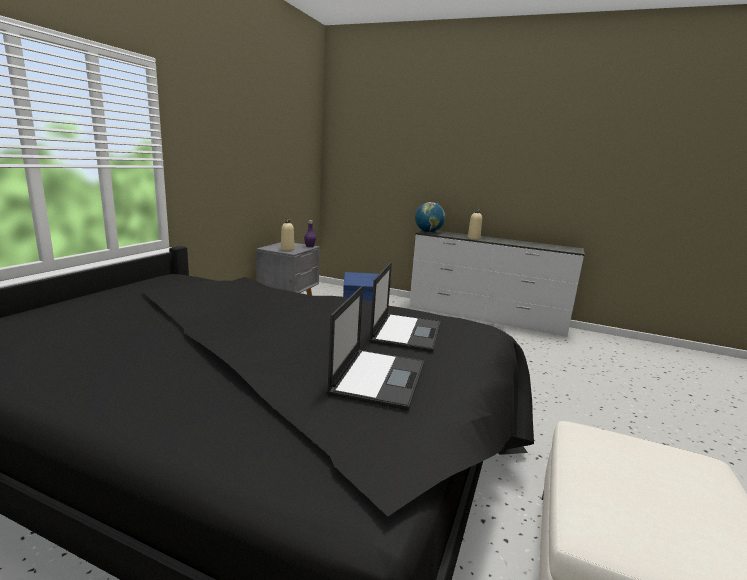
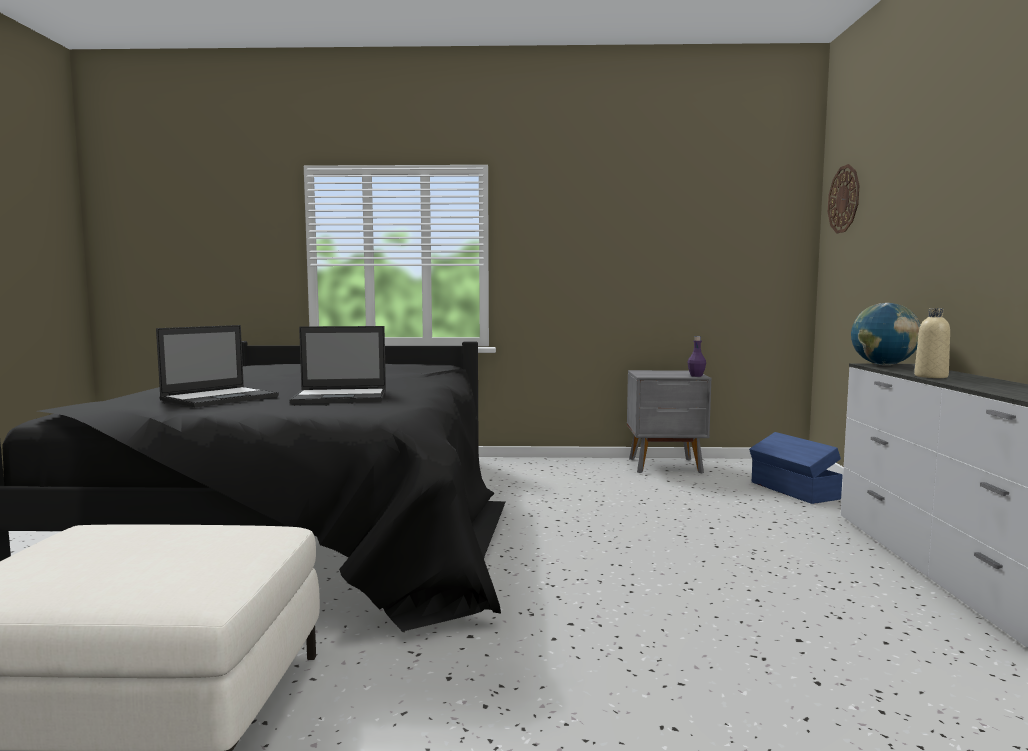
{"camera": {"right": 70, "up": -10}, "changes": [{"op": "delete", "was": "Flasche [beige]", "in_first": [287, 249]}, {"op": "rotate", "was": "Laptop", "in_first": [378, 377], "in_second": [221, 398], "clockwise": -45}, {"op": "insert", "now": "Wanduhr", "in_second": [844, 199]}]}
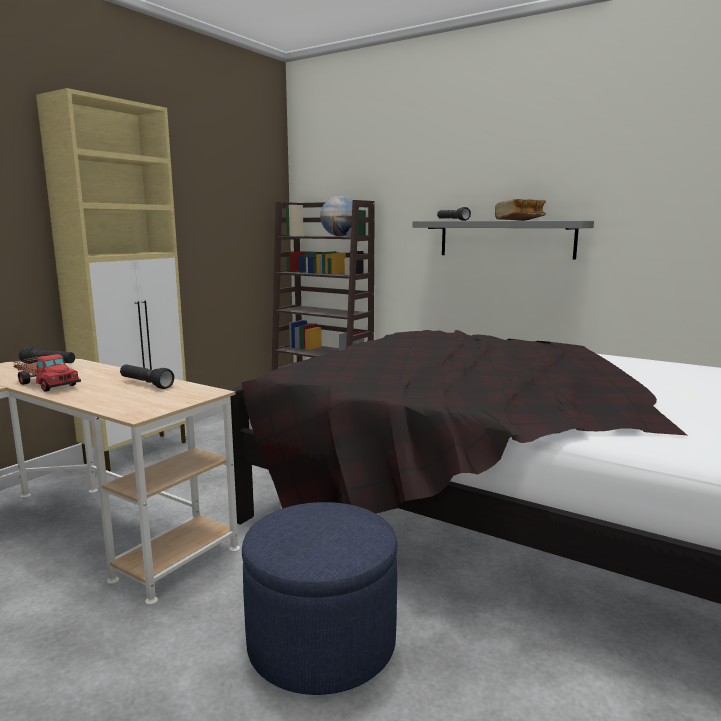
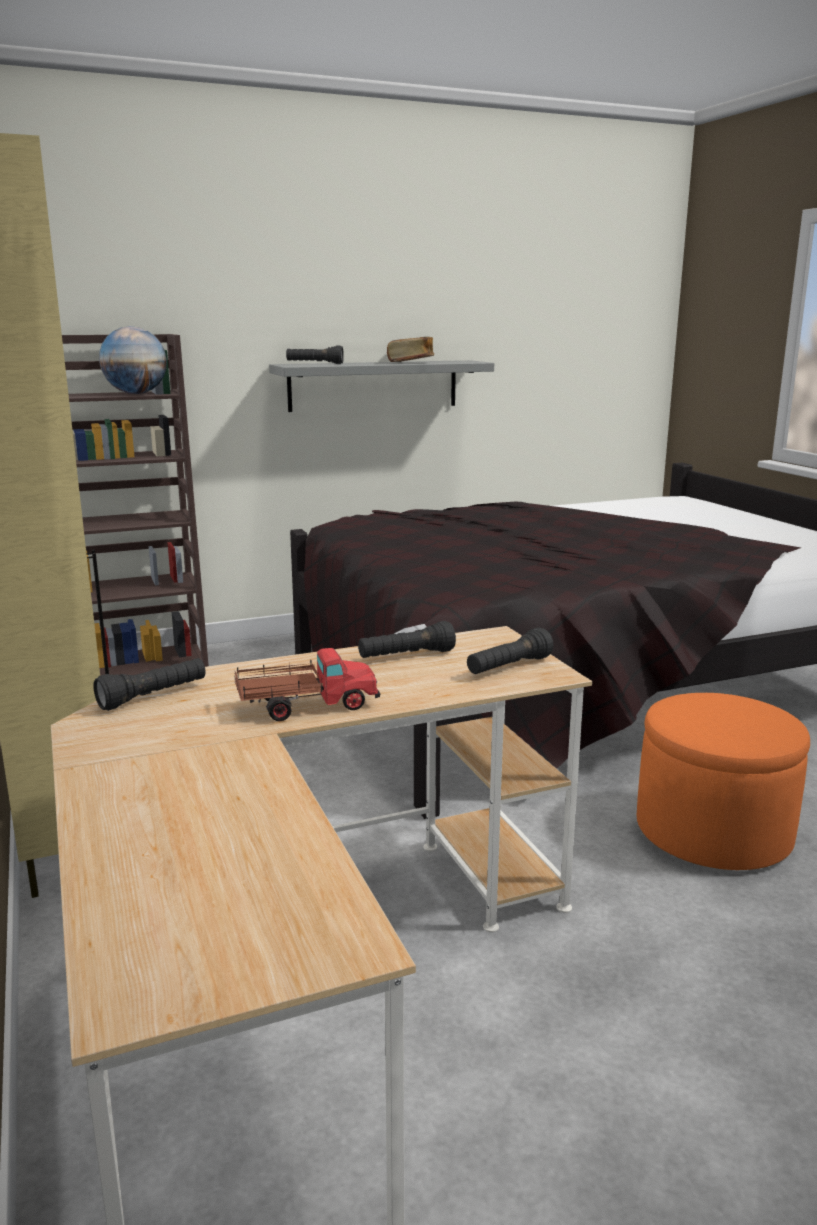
{"camera": {"right": -55, "up": 5}, "changes": [{"op": "recolor", "was": "Polsterhocker [blau]", "now": "Polsterhocker [orange]", "in_first": [321, 643], "in_second": [713, 832]}, {"op": "insert", "now": "Taschenlampe [schwarz]", "in_second": [508, 667]}]}
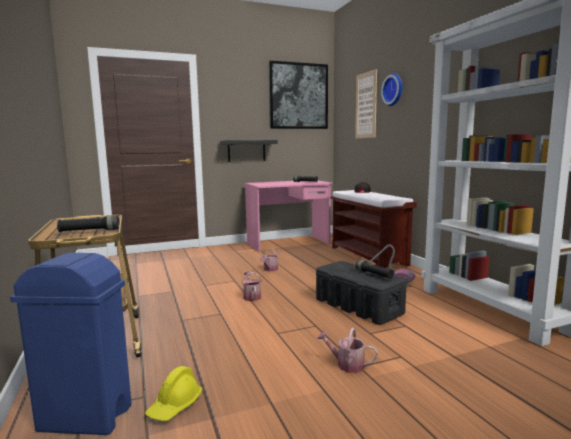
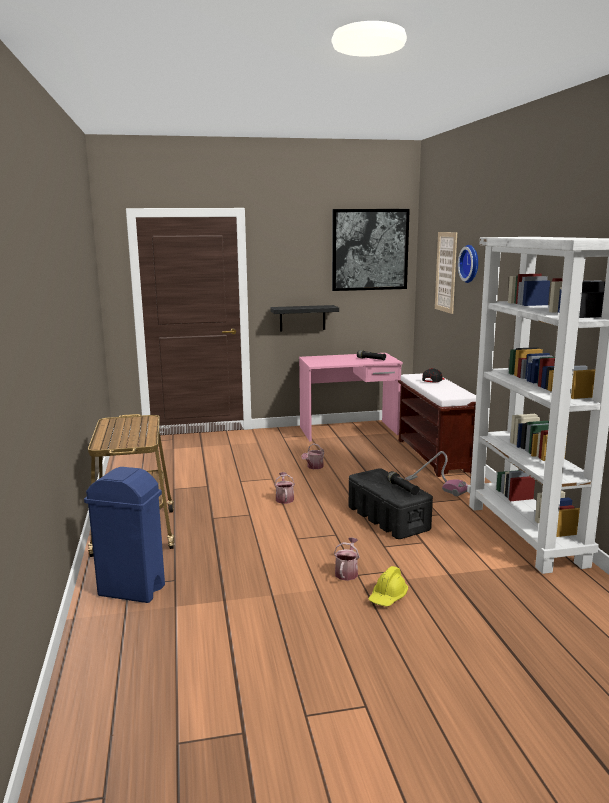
{"camera": {"right": 10, "up": 5}, "changes": [{"op": "delete", "was": "Taschenlampe [schwarz]", "in_first": [90, 231]}, {"op": "move", "was": "Schutzhelm [gelb]", "in_first": [175, 406], "in_second": [388, 597]}, {"op": "rotate", "was": "Gießkanne", "in_first": [346, 364], "in_second": [347, 572], "clockwise": 75}]}
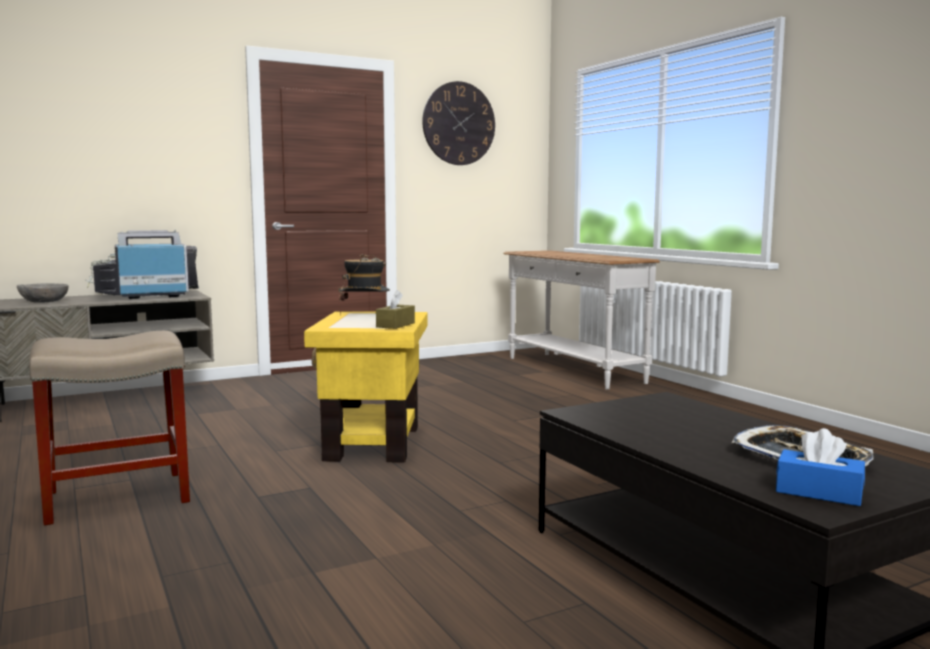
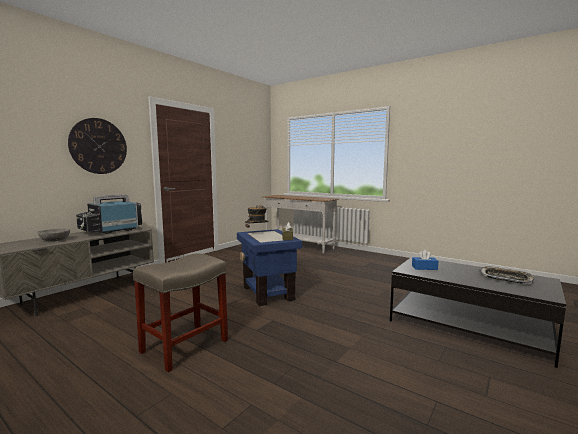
{"camera": {"right": -25, "up": 0}, "changes": [{"op": "recolor", "was": "Beistelltisch [gelb]", "now": "Beistelltisch [blau]", "in_first": [371, 443], "in_second": [267, 293]}, {"op": "move", "was": "Wanduhr", "in_first": [459, 123], "in_second": [98, 146]}, {"op": "move", "was": "Taschentuchbox [blau]", "in_first": [819, 492], "in_second": [424, 268]}]}
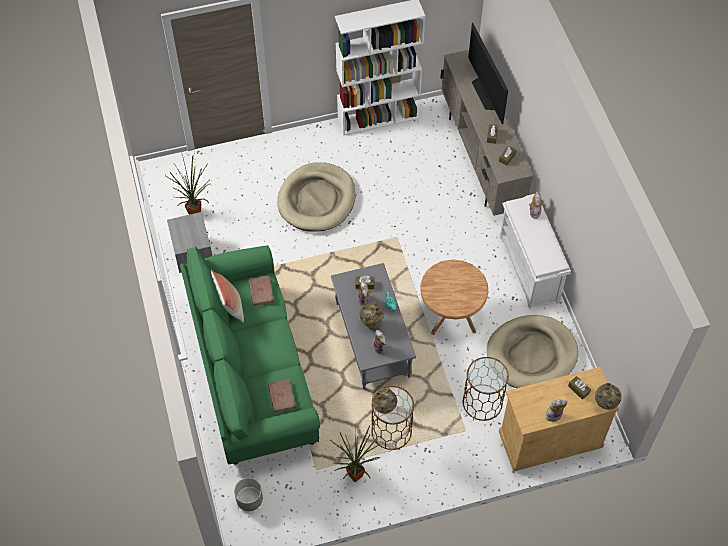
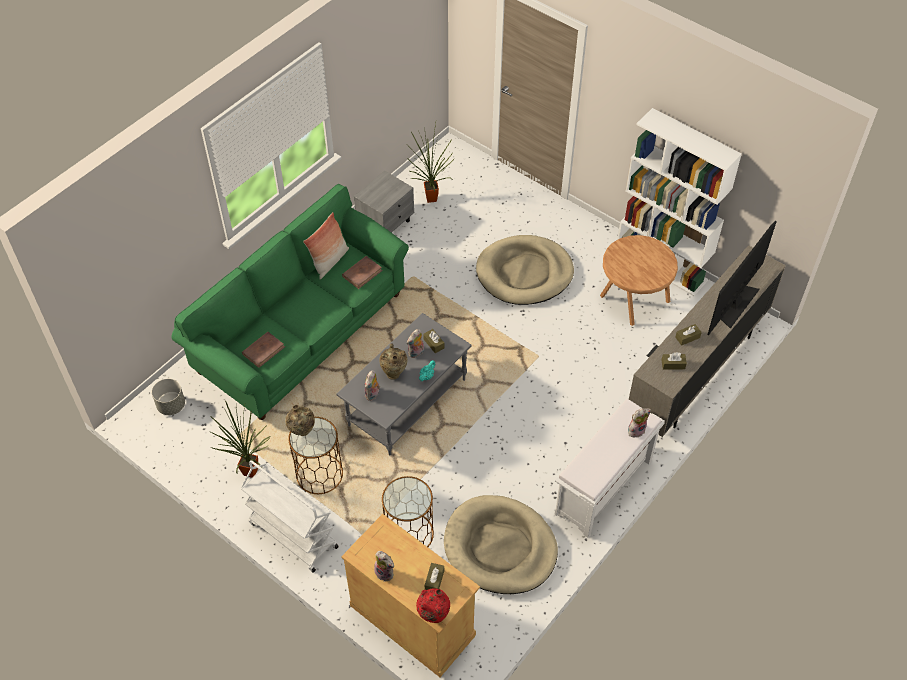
{"camera": {"right": 55, "up": -5}, "changes": [{"op": "move", "was": "Beistelltisch [braun]", "in_first": [451, 314], "in_second": [633, 299]}, {"op": "recolor", "was": "Vase [beige]", "now": "Vase [rot]", "in_first": [604, 405], "in_second": [433, 616]}, {"op": "insert", "now": "Rollwagen [weiß]", "in_second": [292, 535]}]}
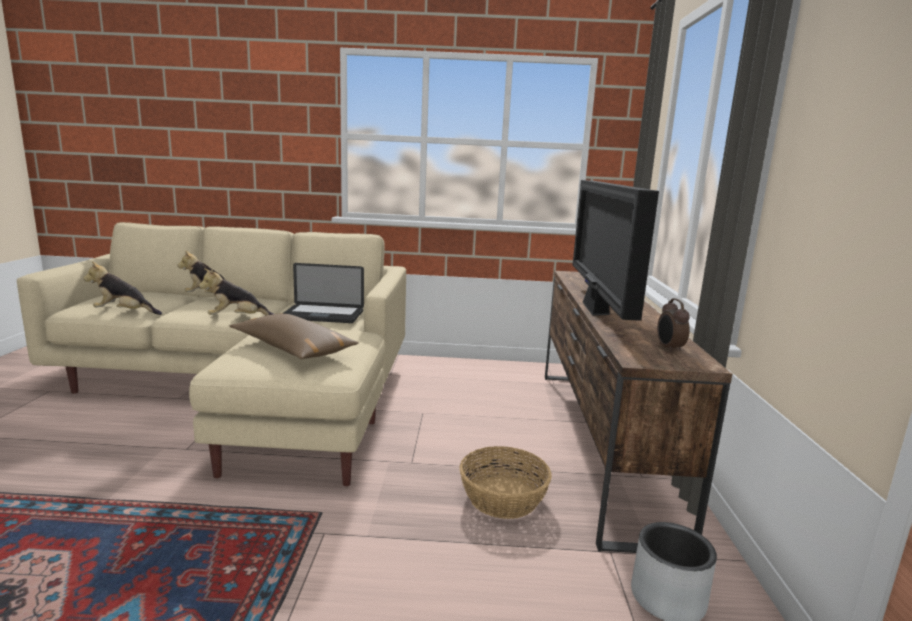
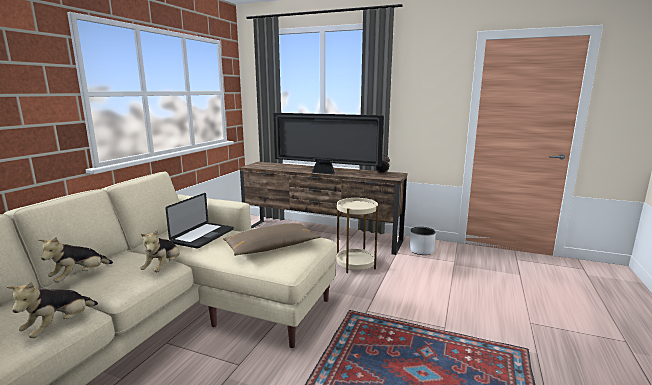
{"camera": {"right": -70, "up": 0}, "changes": [{"op": "replace", "was": "Korb", "now": "Beistelltisch [beige]", "in_first": [503, 498], "in_second": [355, 264]}]}
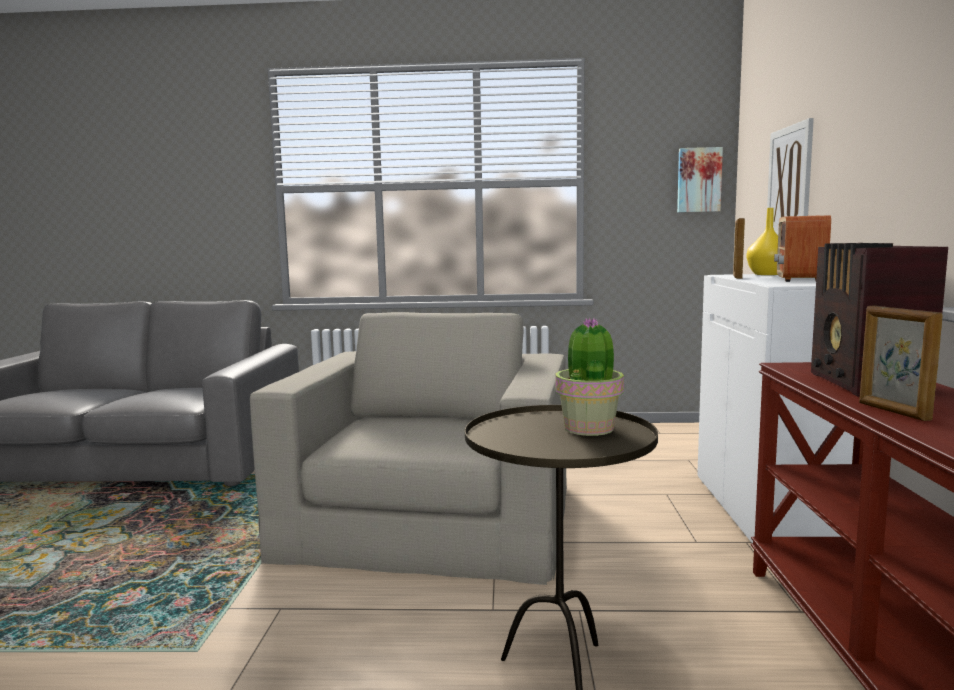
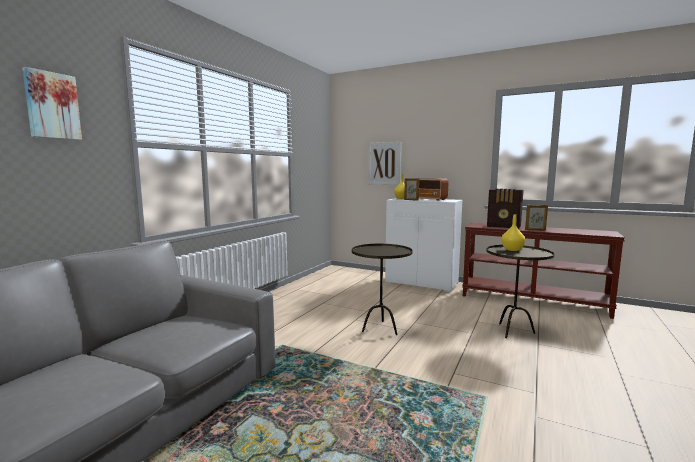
{"camera": {"right": -65, "up": 0}, "changes": [{"op": "replace", "was": "Sessel [beige]", "now": "Beistelltisch [braun]", "in_first": [431, 519], "in_second": [380, 329]}, {"op": "replace", "was": "Topfpflanze", "now": "Vase [gelb]", "in_first": [589, 428], "in_second": [512, 249]}, {"op": "move", "was": "Bild", "in_first": [698, 180], "in_second": [52, 106]}]}
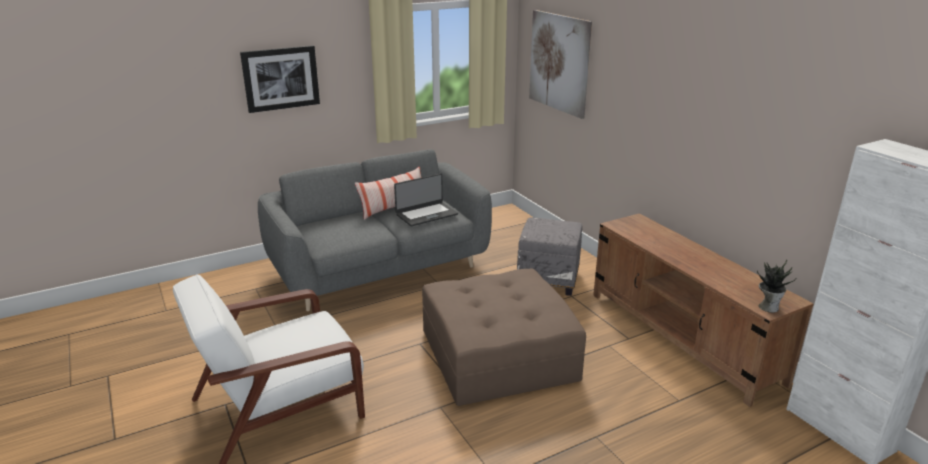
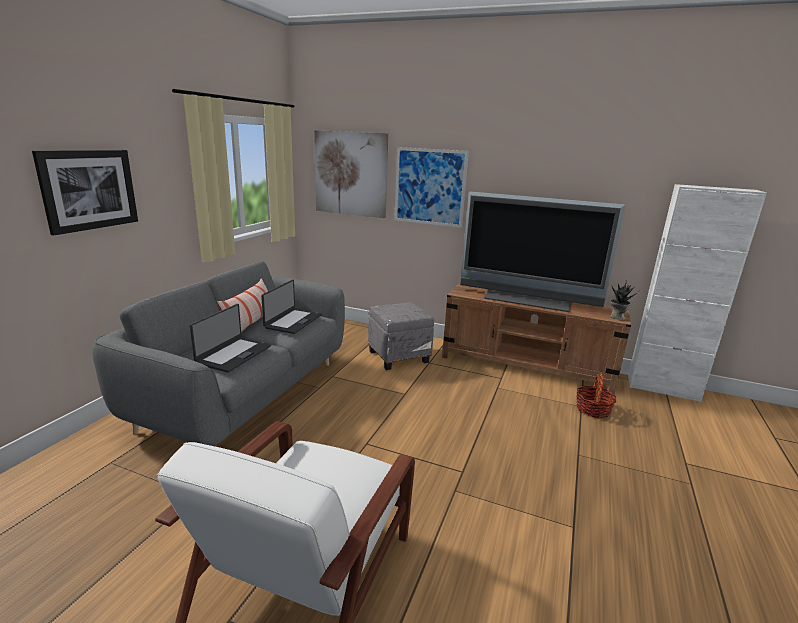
{"camera": {"right": -40, "up": -5}, "changes": [{"op": "delete", "was": "Polsterhocker [braun]", "in_first": [499, 354]}, {"op": "insert", "now": "Laptop", "in_second": [233, 354]}, {"op": "insert", "now": "Bild", "in_second": [429, 187]}, {"op": "insert", "now": "Fernseher", "in_second": [527, 300]}, {"op": "insert", "now": "Korb", "in_second": [593, 409]}]}
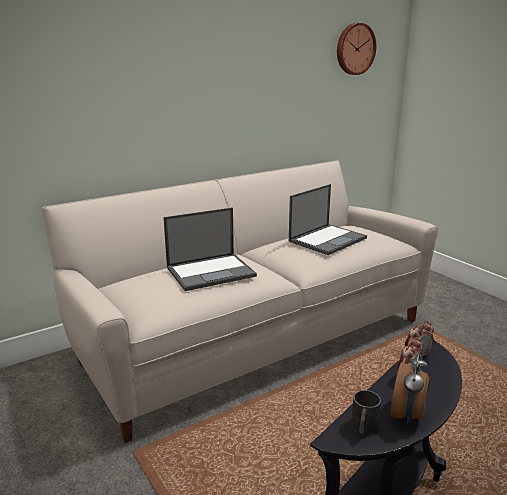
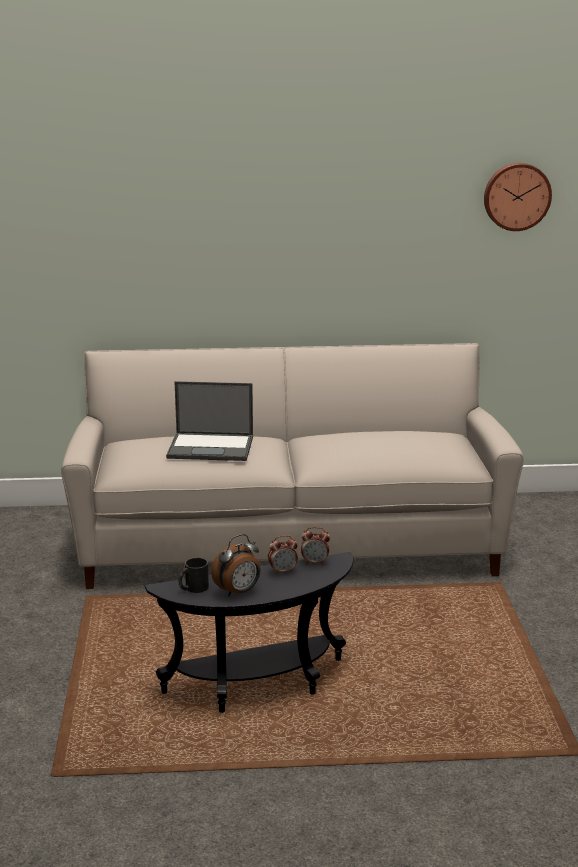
{"camera": {"right": 30, "up": 0}, "changes": [{"op": "delete", "was": "Laptop", "in_first": [328, 239]}]}
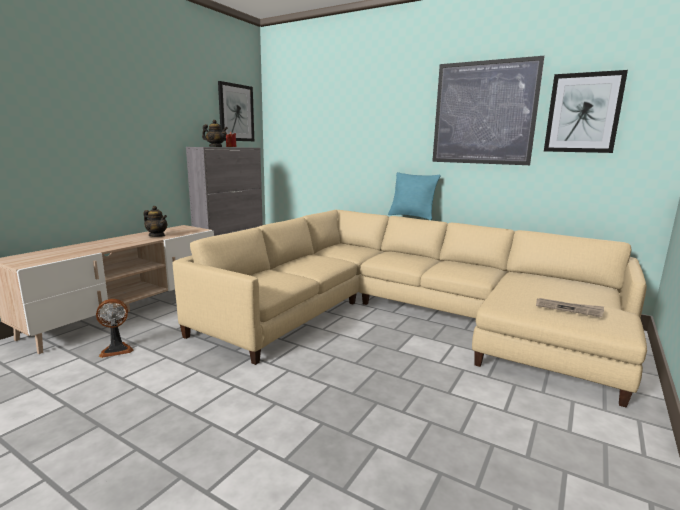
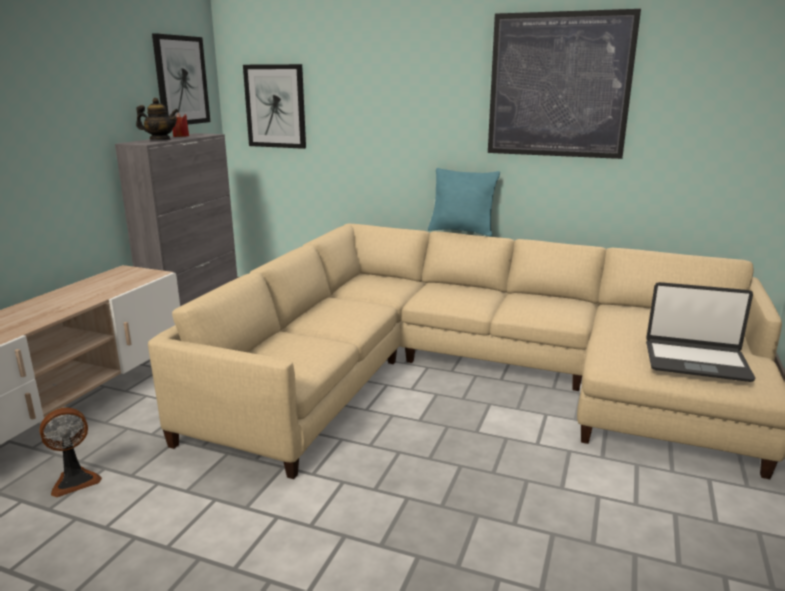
{"camera": {"right": -10, "up": 5}, "changes": [{"op": "delete", "was": "Teekanne", "in_first": [157, 236]}, {"op": "replace", "was": "Zeitung", "now": "Laptop", "in_first": [568, 308], "in_second": [696, 361]}, {"op": "move", "was": "Bild", "in_first": [583, 113], "in_second": [275, 106]}]}
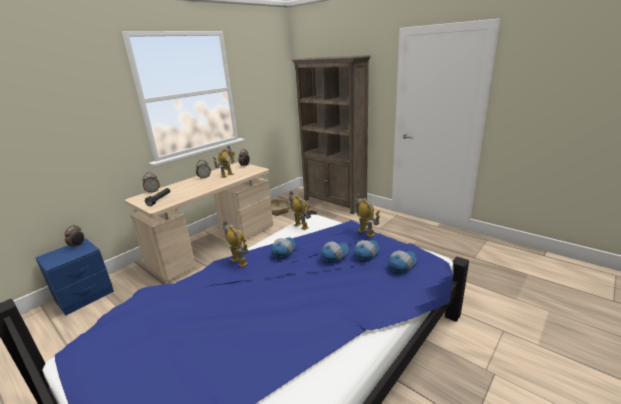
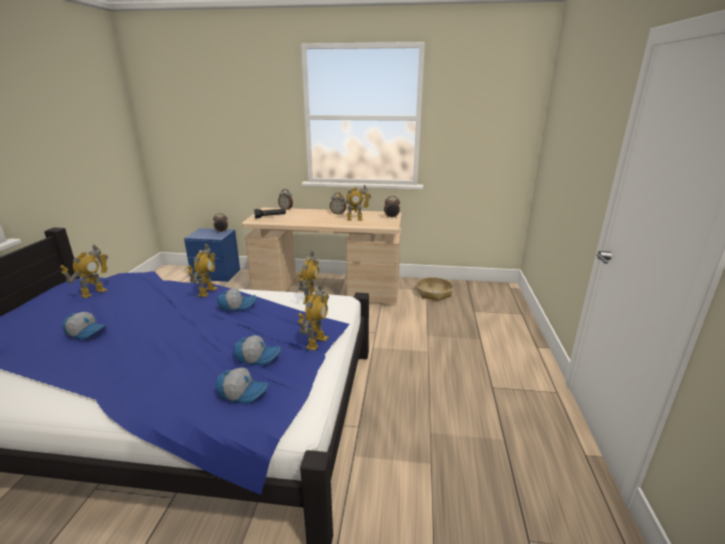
{"camera": {"right": 55, "up": 0}, "changes": [{"op": "delete", "was": "Bücherregal [braun]", "in_first": [334, 202]}, {"op": "move", "was": "Kappe", "in_first": [334, 255], "in_second": [86, 331]}, {"op": "insert", "now": "Spielzeugroboter", "in_second": [94, 293]}]}
